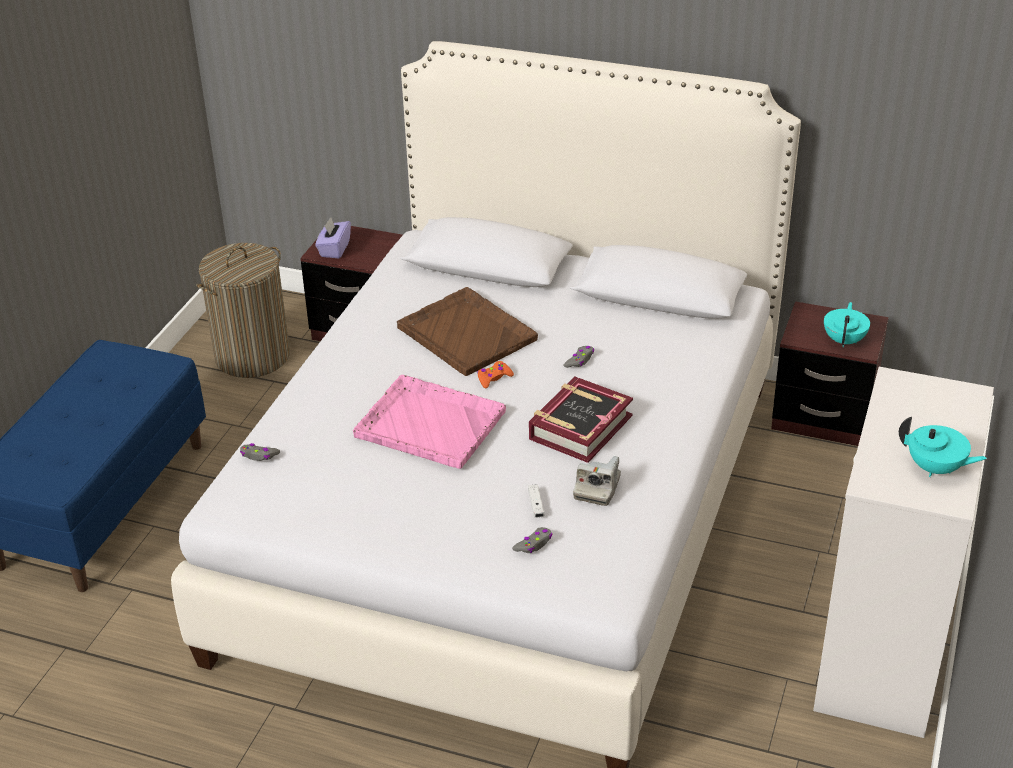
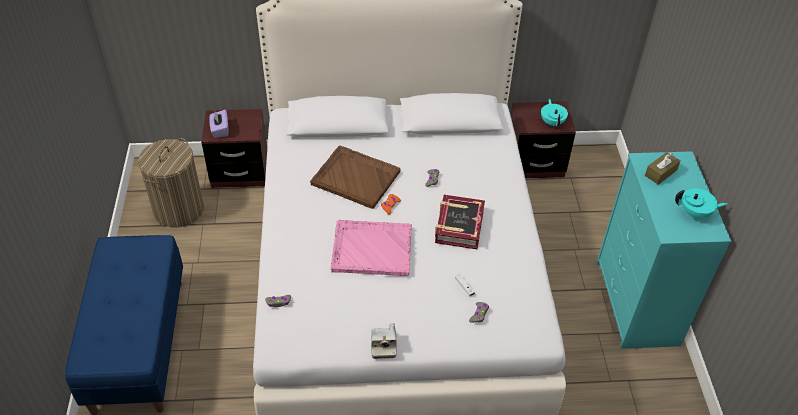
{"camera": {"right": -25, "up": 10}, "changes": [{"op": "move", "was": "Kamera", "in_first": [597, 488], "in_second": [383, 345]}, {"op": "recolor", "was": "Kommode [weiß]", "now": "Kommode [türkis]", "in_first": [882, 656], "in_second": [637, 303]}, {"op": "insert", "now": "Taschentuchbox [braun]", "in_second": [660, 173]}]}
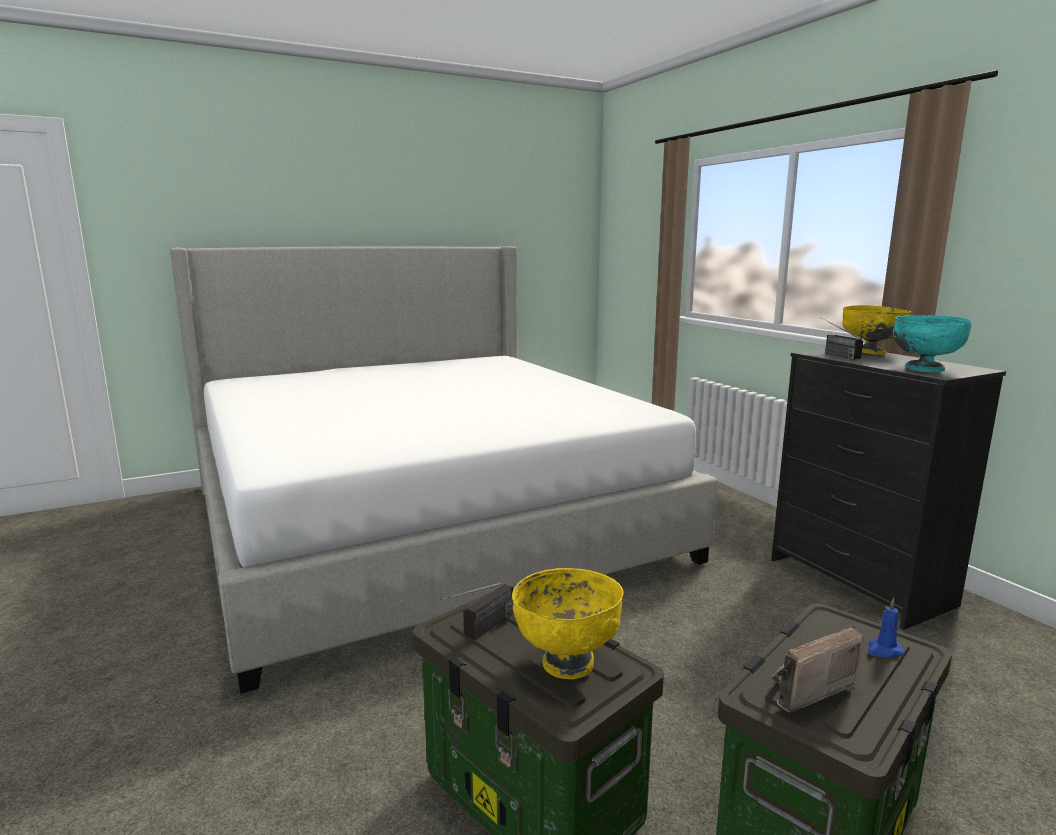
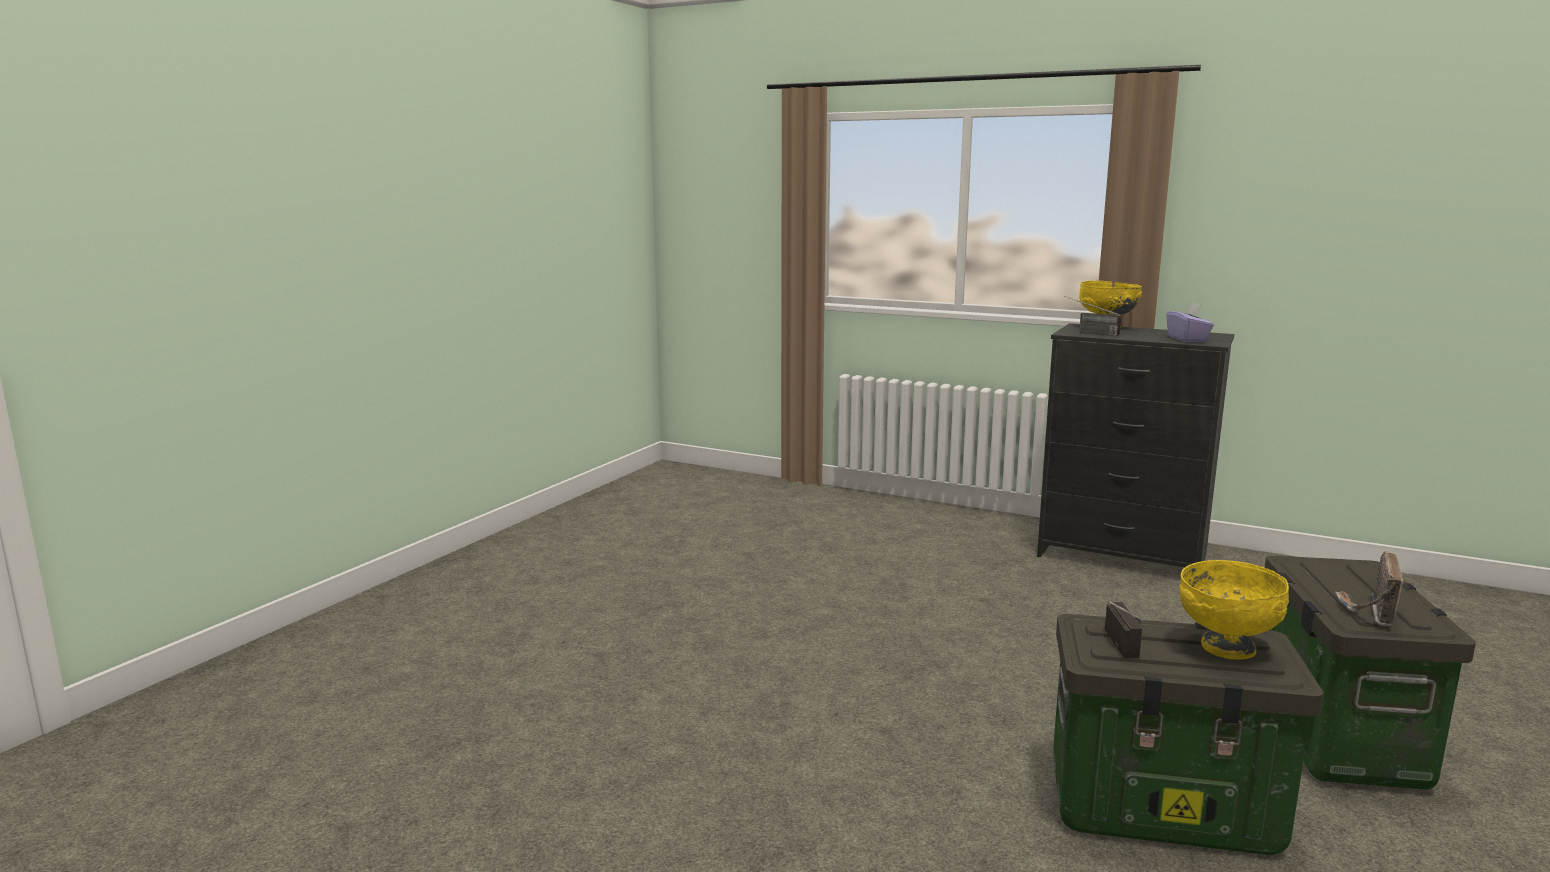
{"camera": {"right": -35, "up": 0}, "changes": [{"op": "delete", "was": "Bett", "in_first": [423, 521]}, {"op": "delete", "was": "Kerze [blau]", "in_first": [884, 650]}, {"op": "replace", "was": "Schüssel [türkis]", "now": "Taschentuchbox [lila]", "in_first": [924, 369], "in_second": [1187, 339]}]}
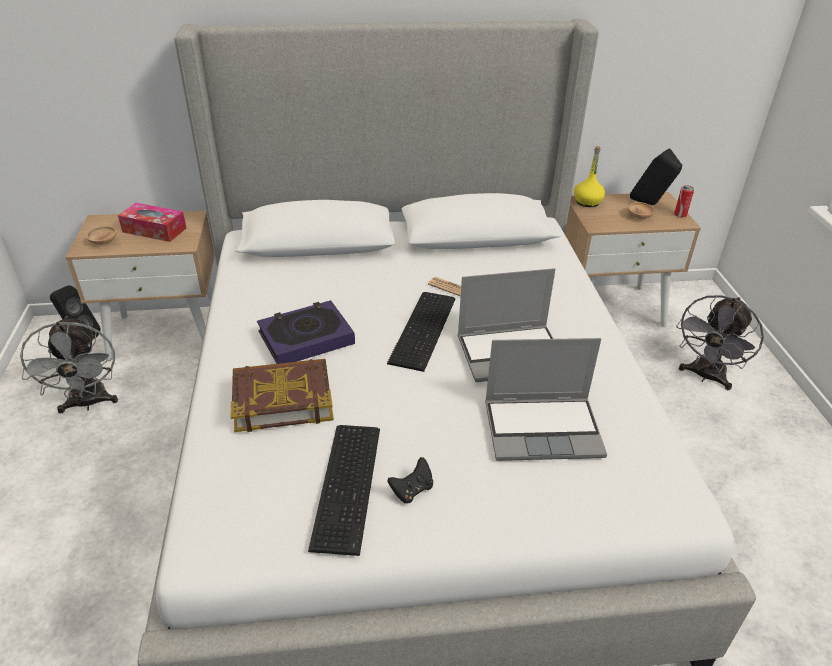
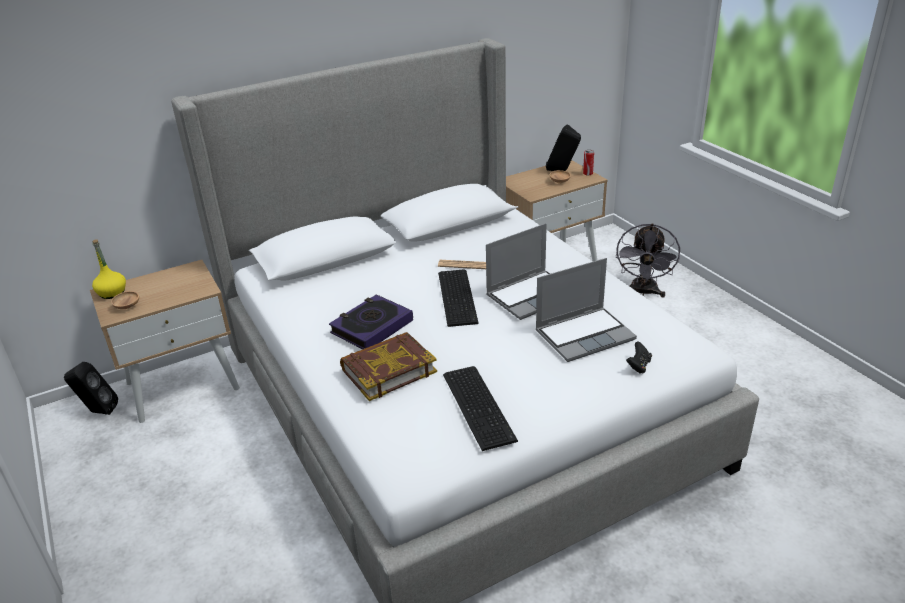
{"camera": {"right": -20, "up": -5}, "changes": [{"op": "delete", "was": "Ventilator [grau]", "in_first": [88, 403]}, {"op": "delete", "was": "Taschentuchbox", "in_first": [154, 230]}, {"op": "move", "was": "Gamepad [schwarz]", "in_first": [412, 490], "in_second": [638, 366]}, {"op": "move", "was": "Flasche [gelb]", "in_first": [587, 202], "in_second": [112, 293]}]}
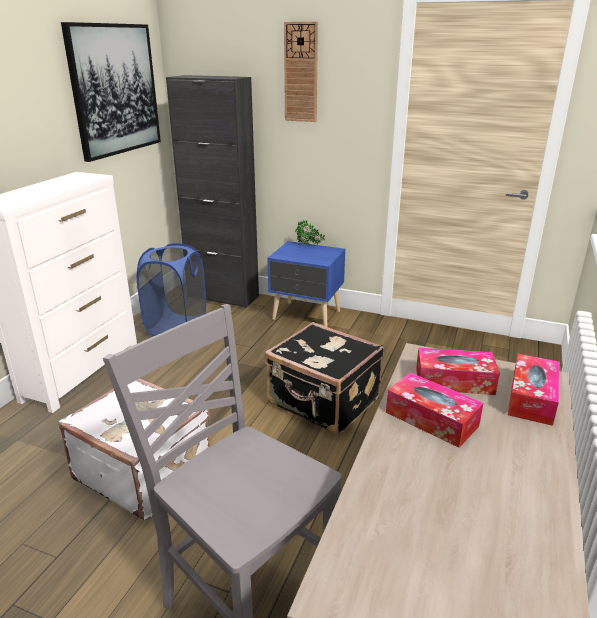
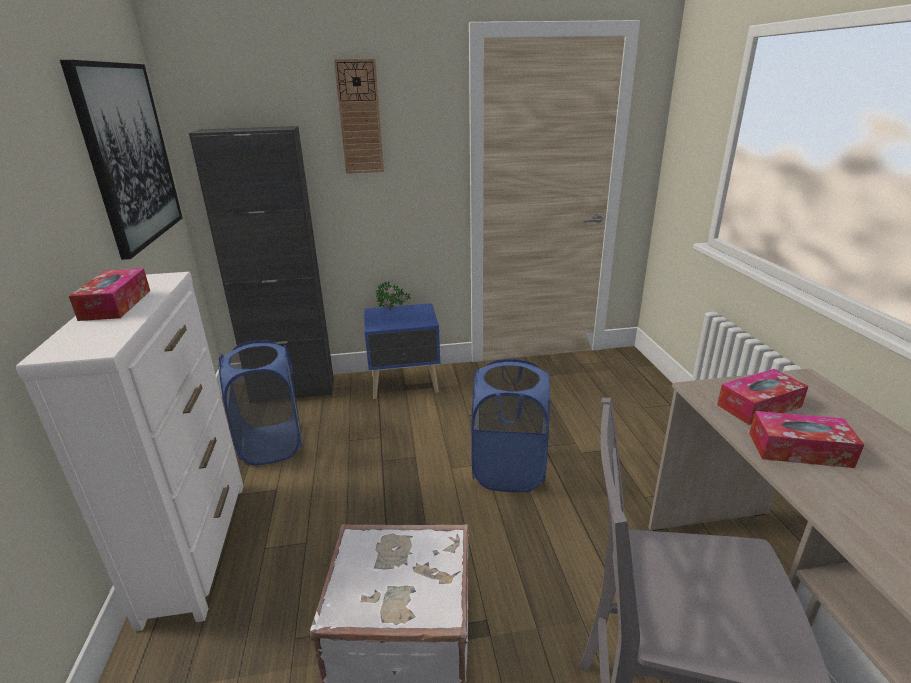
{"camera": {"right": -30, "up": 0}, "changes": [{"op": "replace", "was": "Koffer [schwarz]", "now": "Wäschekorb [blau]", "in_first": [323, 402], "in_second": [509, 470]}, {"op": "move", "was": "Taschentuchbox", "in_first": [531, 398], "in_second": [116, 304]}]}
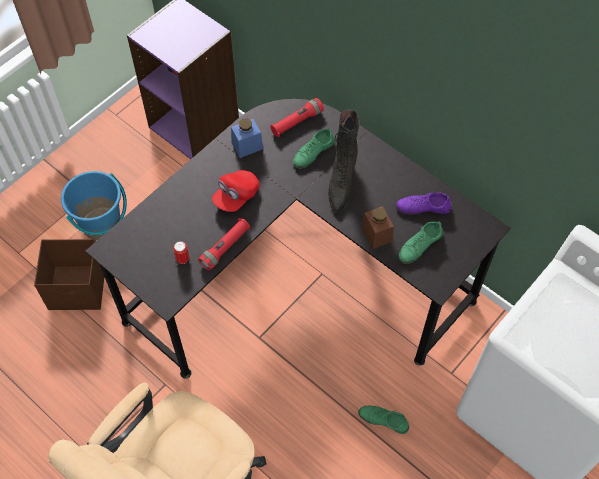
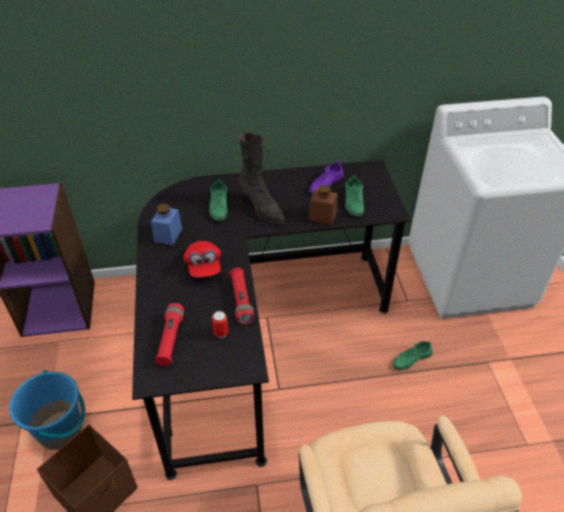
{"camera": {"right": -50, "up": -15}, "changes": [{"op": "move", "was": "Taschenlampe [rot]", "in_first": [297, 122], "in_second": [170, 339]}]}
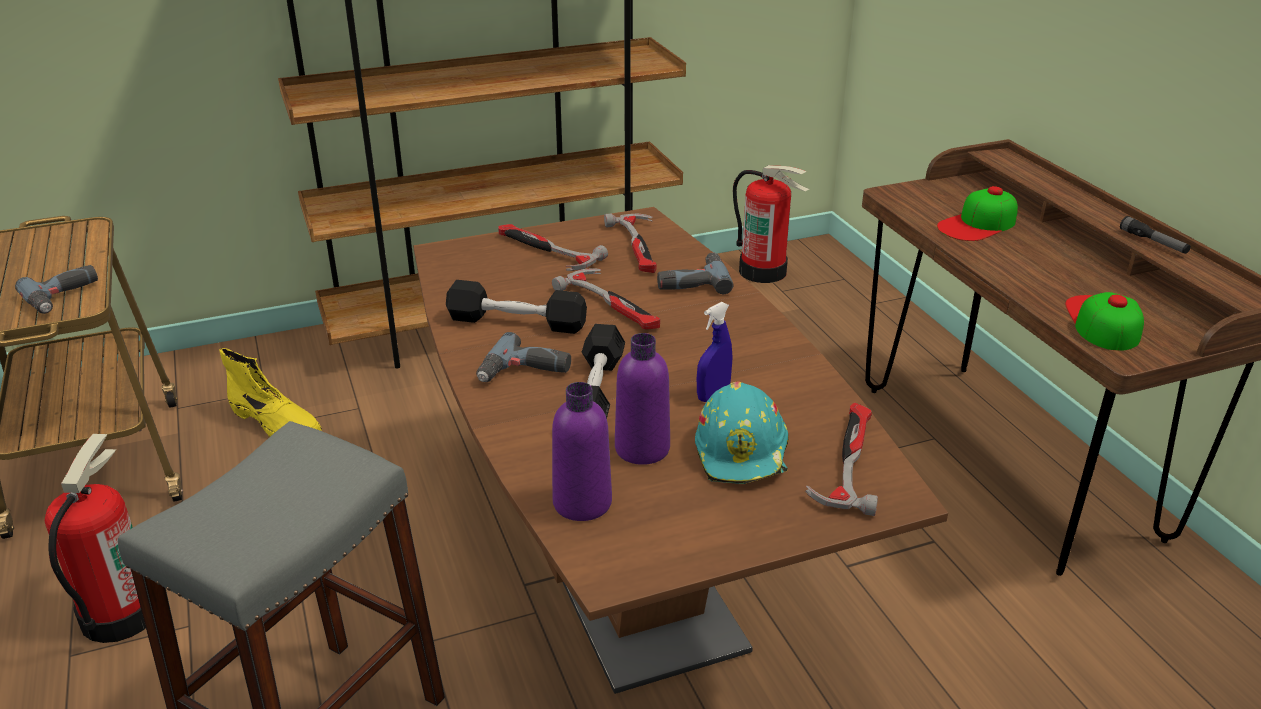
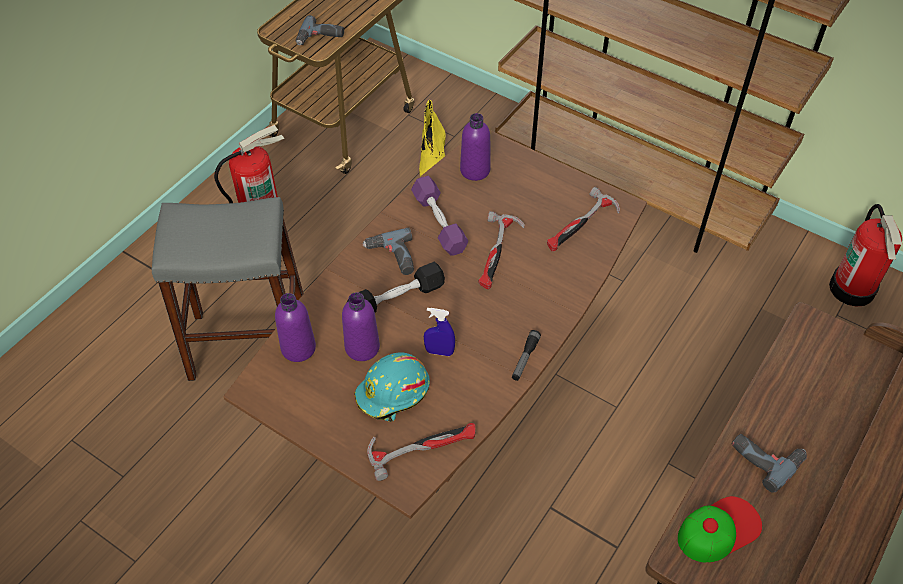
{"camera": {"right": 55, "up": 20}, "changes": [{"op": "recolor", "was": "Hantel [schwarz]", "now": "Hantel [lila]", "in_first": [516, 322], "in_second": [439, 223]}, {"op": "delete", "was": "Hammer", "in_first": [545, 252]}, {"op": "move", "was": "Bohrmaschine", "in_first": [691, 281], "in_second": [766, 457]}, {"op": "delete", "was": "Kappe", "in_first": [977, 224]}, {"op": "move", "was": "Taschenlampe", "in_first": [1153, 242], "in_second": [525, 359]}, {"op": "insert", "now": "Flasche [lila]", "in_second": [475, 170]}]}
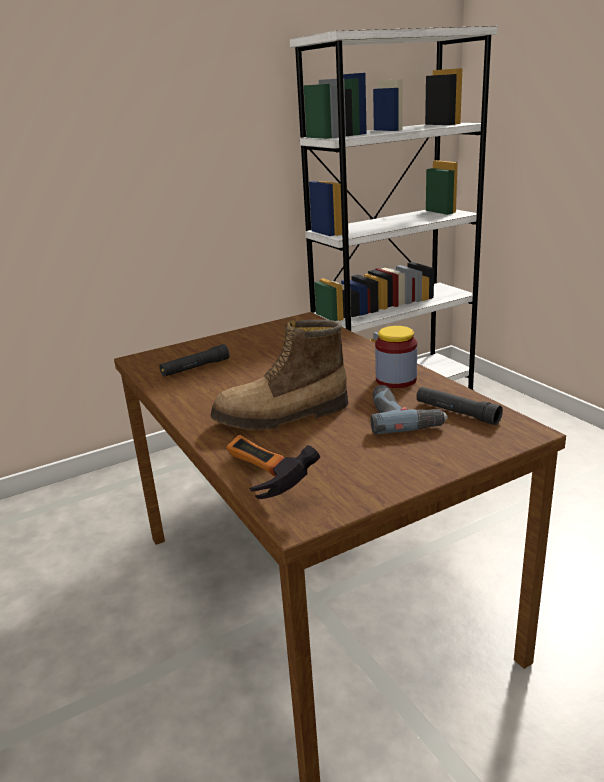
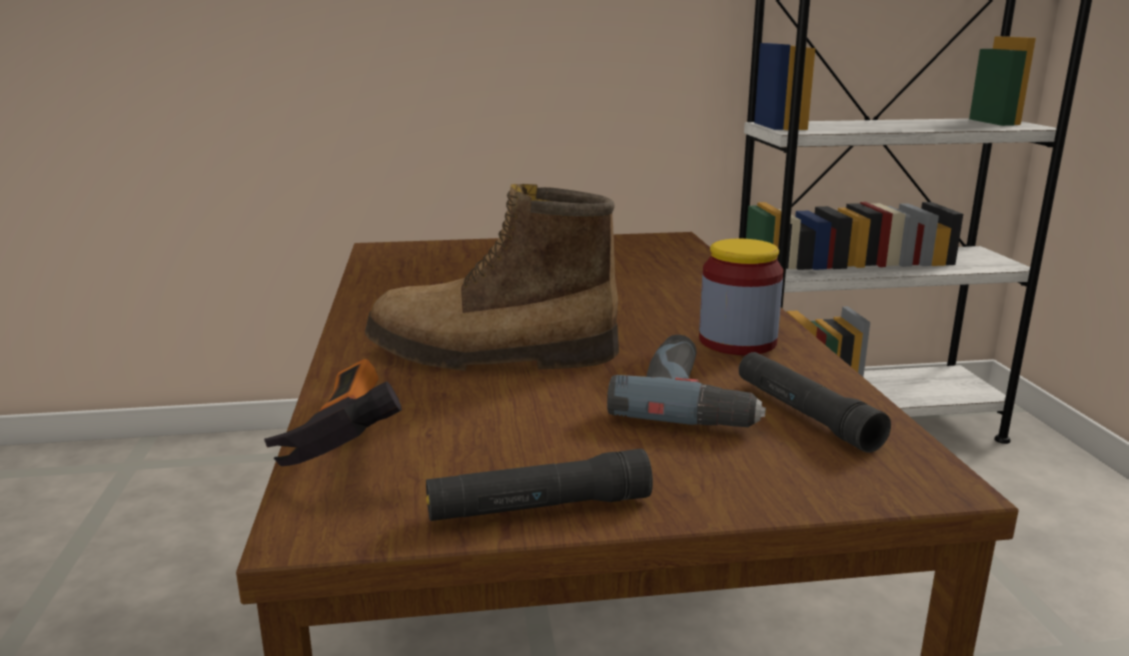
{"camera": {"right": 20, "up": -5}, "changes": [{"op": "move", "was": "Taschenlampe [schwarz]", "in_first": [195, 368], "in_second": [538, 507]}]}
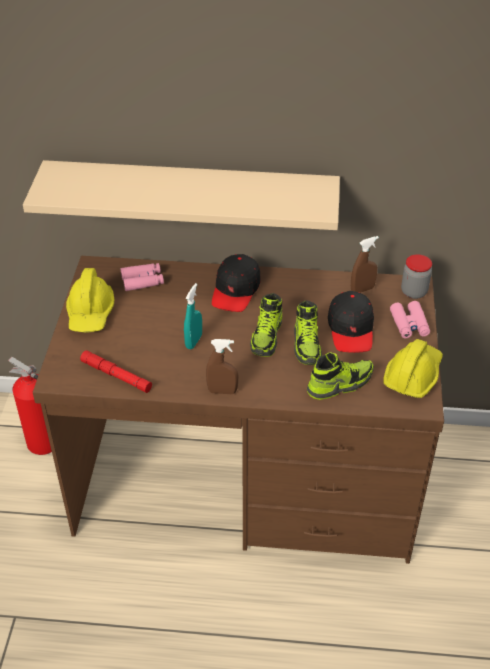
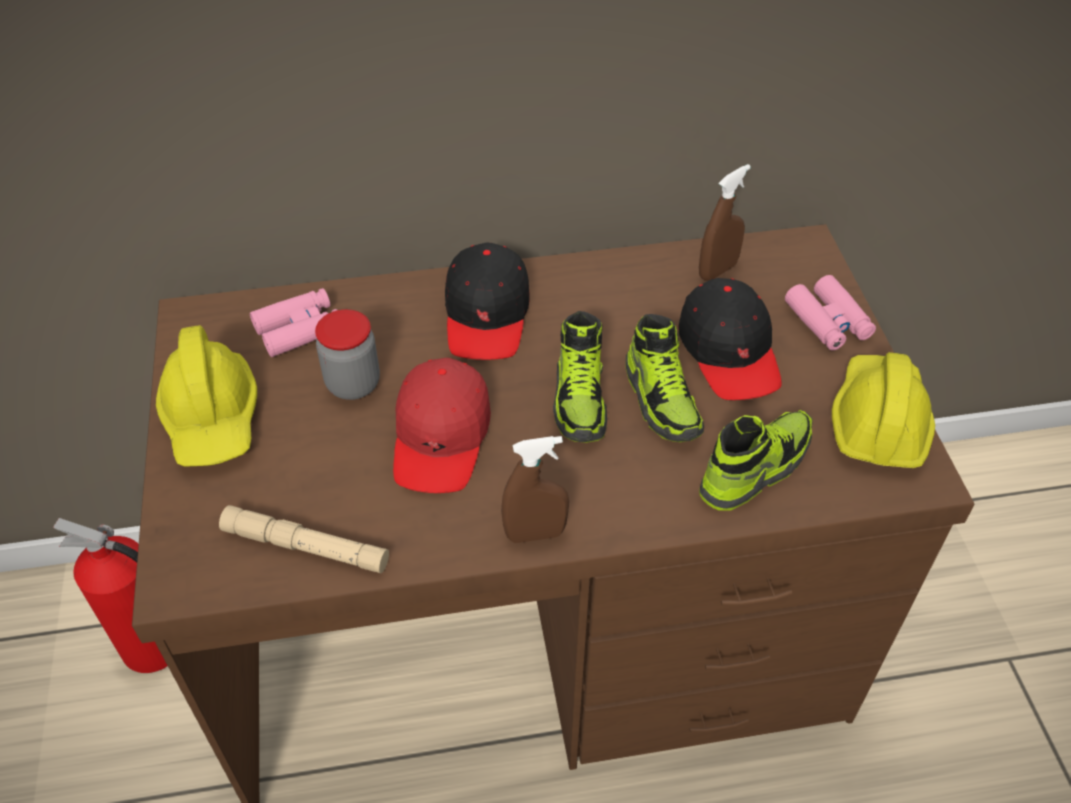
{"camera": {"right": -15, "up": 5}, "changes": [{"op": "delete", "was": "Wandregal [beige]", "in_first": [191, 194]}, {"op": "recolor", "was": "Taschenlampe [rot]", "now": "Taschenlampe [beige]", "in_first": [116, 375], "in_second": [305, 546]}, {"op": "replace", "was": "Sprühflasche [türkis]", "now": "Kappe [rot]", "in_first": [193, 341], "in_second": [441, 437]}, {"op": "move", "was": "Vorratsglas", "in_first": [414, 292], "in_second": [353, 384]}]}
